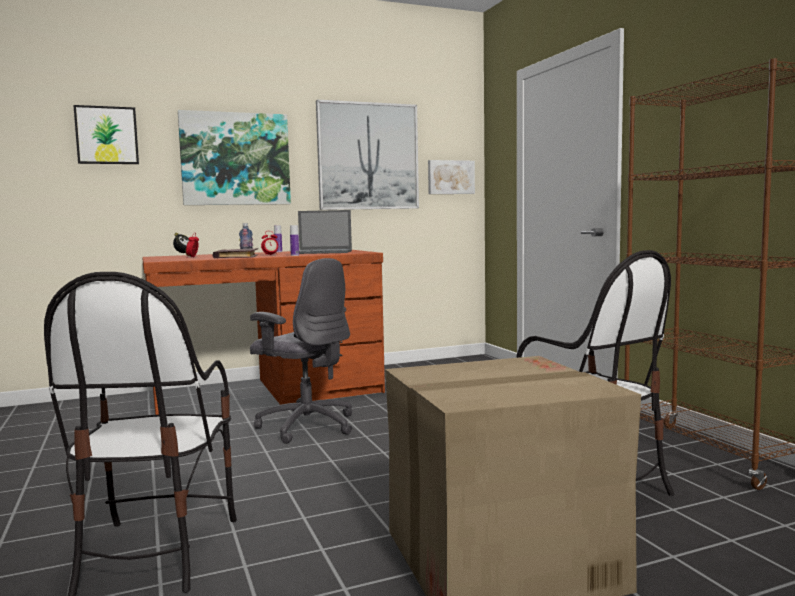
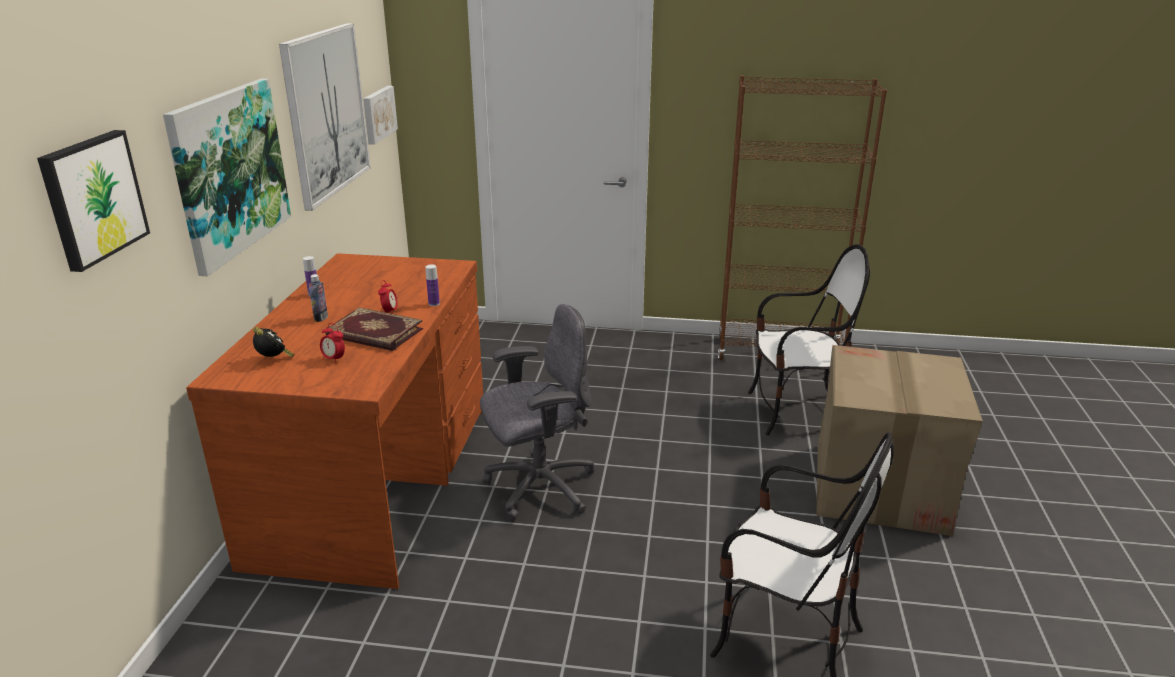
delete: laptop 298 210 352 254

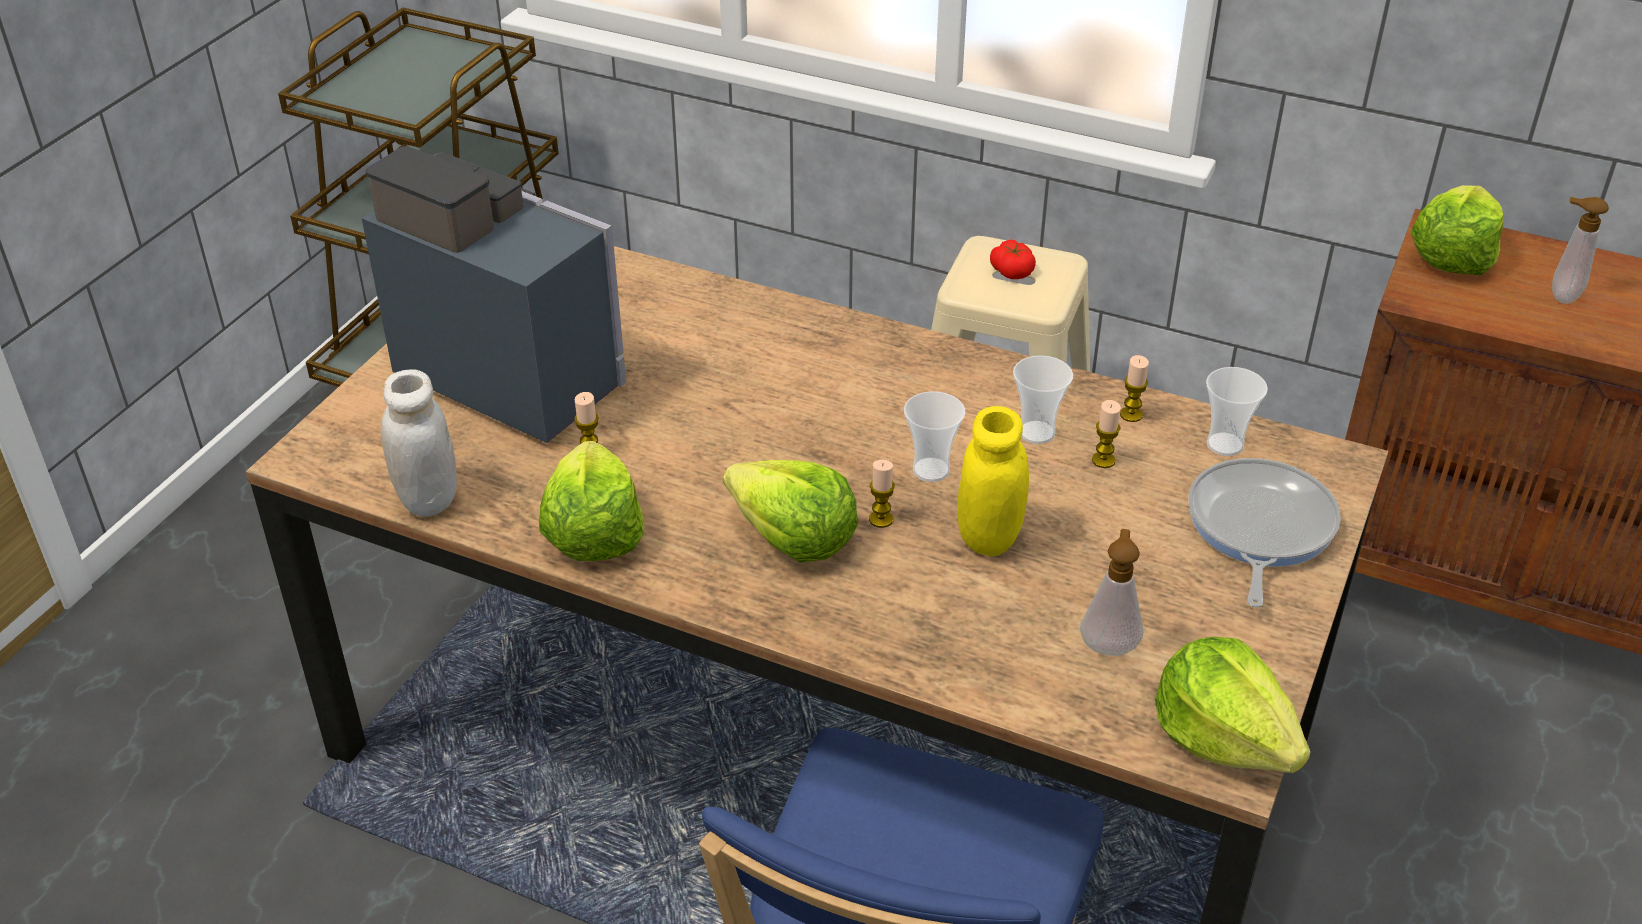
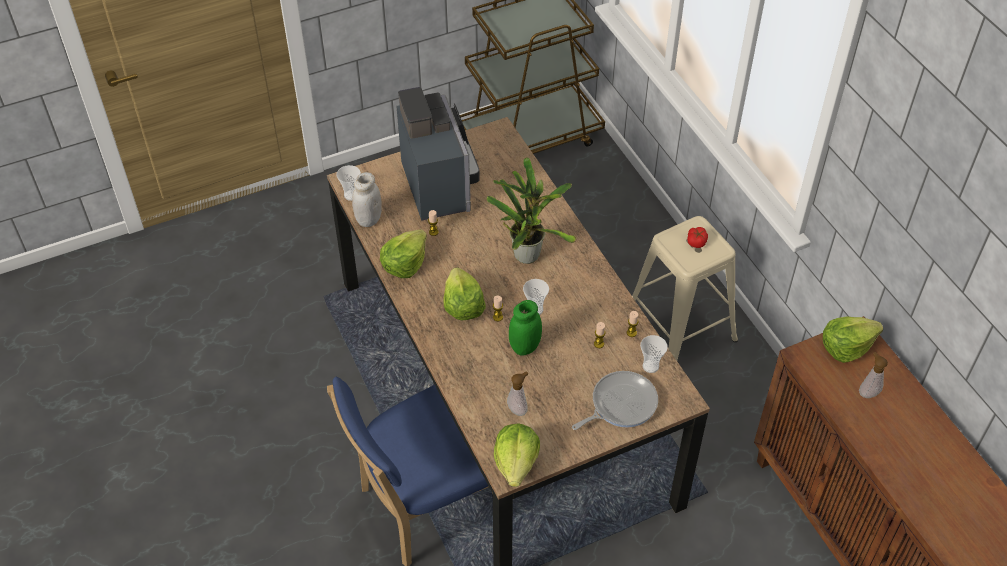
insert: potted plant 487 157 576 264
move: cup 1013 355 1073 444 to 336 165 361 201
recolor: yellow jar 958 406 1029 556 to green jar 509 300 542 355

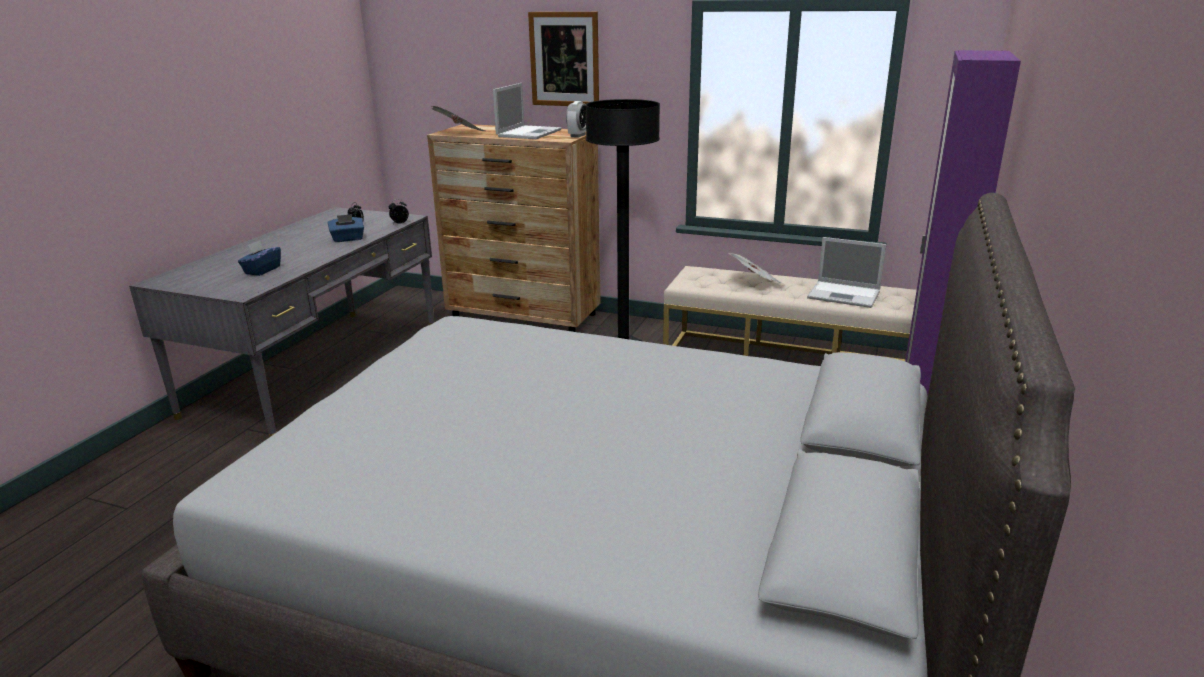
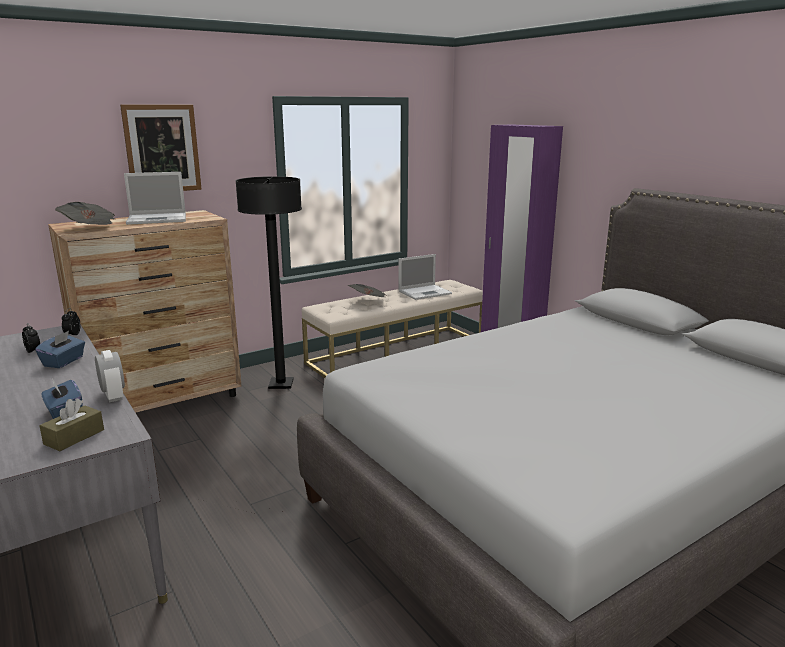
insert: brown tissue box 39 399 104 451
move: alarm clock 566 101 586 138 to 95 350 125 402
rotate: laptop 493 83 561 139 = 124 172 186 225 105 degrees clockwise

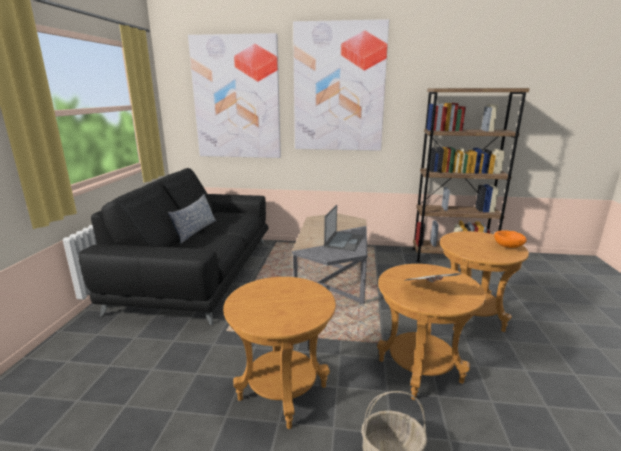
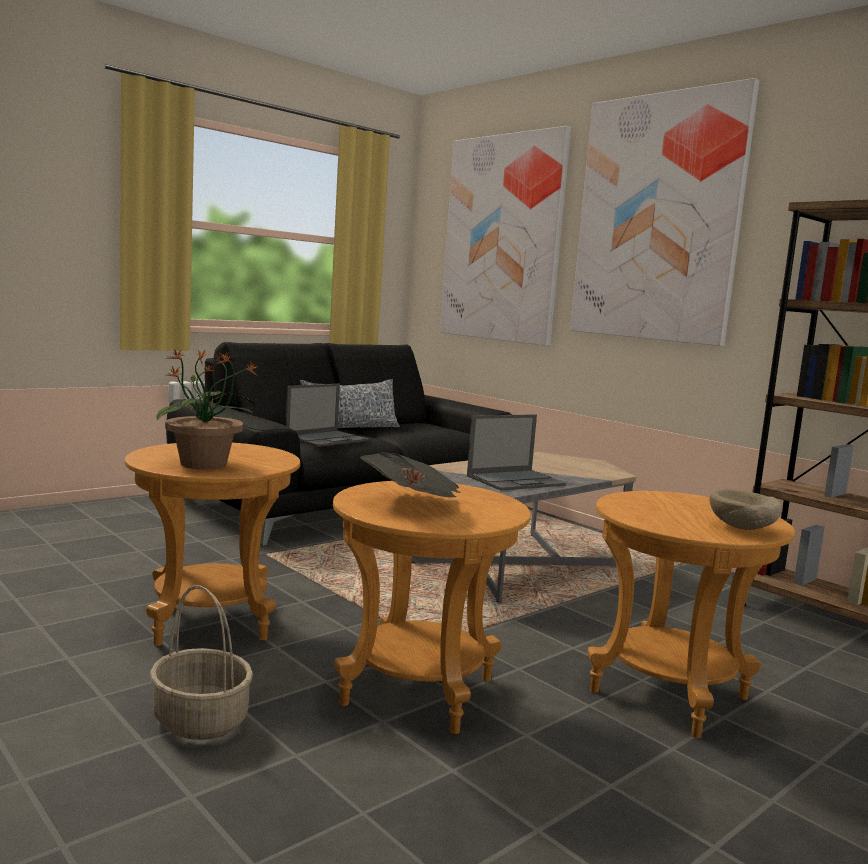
insert: potted plant 156 349 259 470; laptop 286 384 369 447
recolor: orange bowl 494 231 527 248 to beige bowl 710 489 783 530

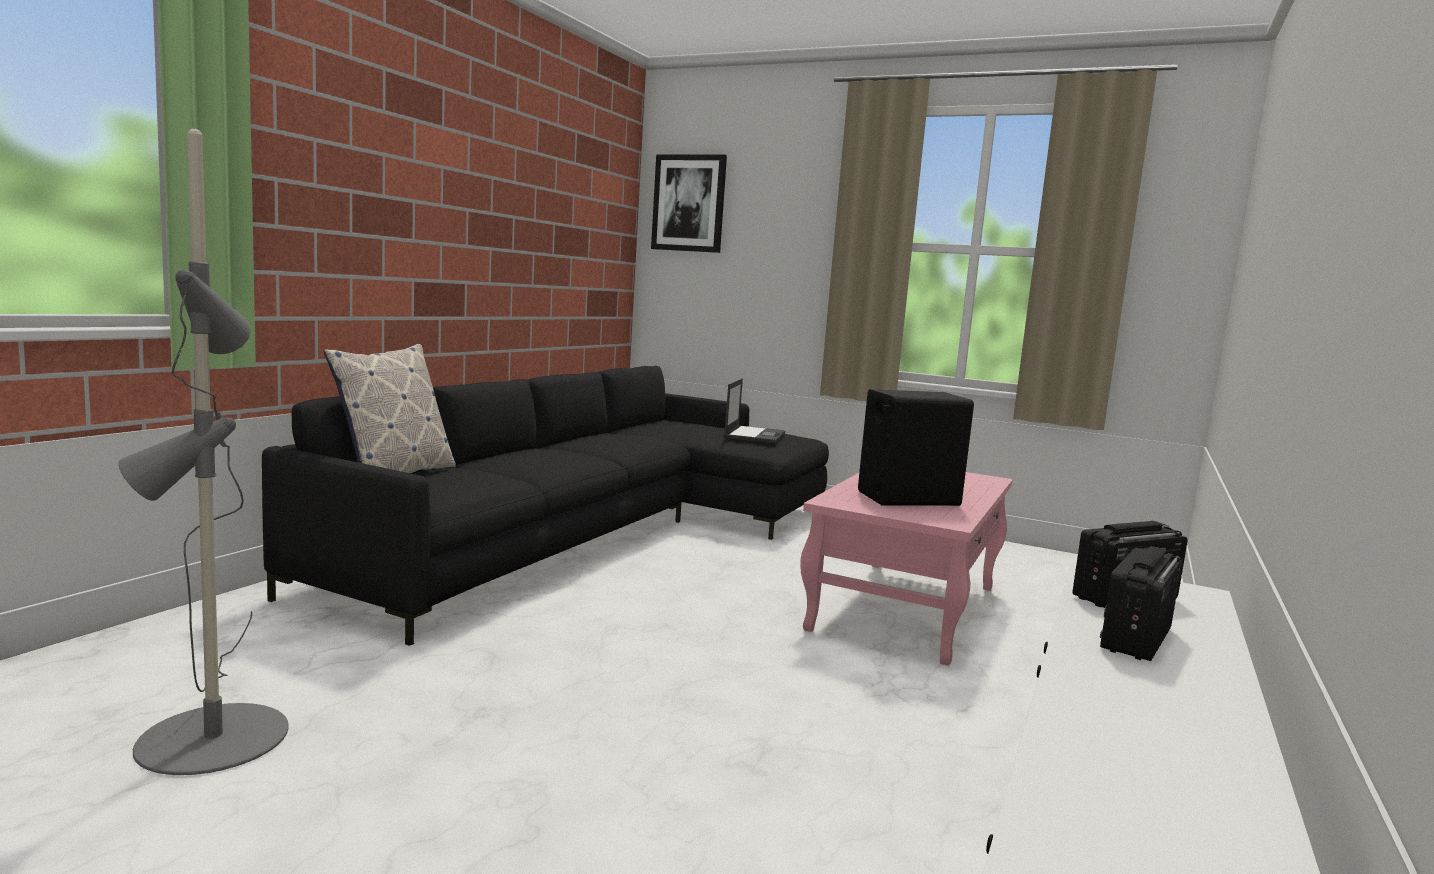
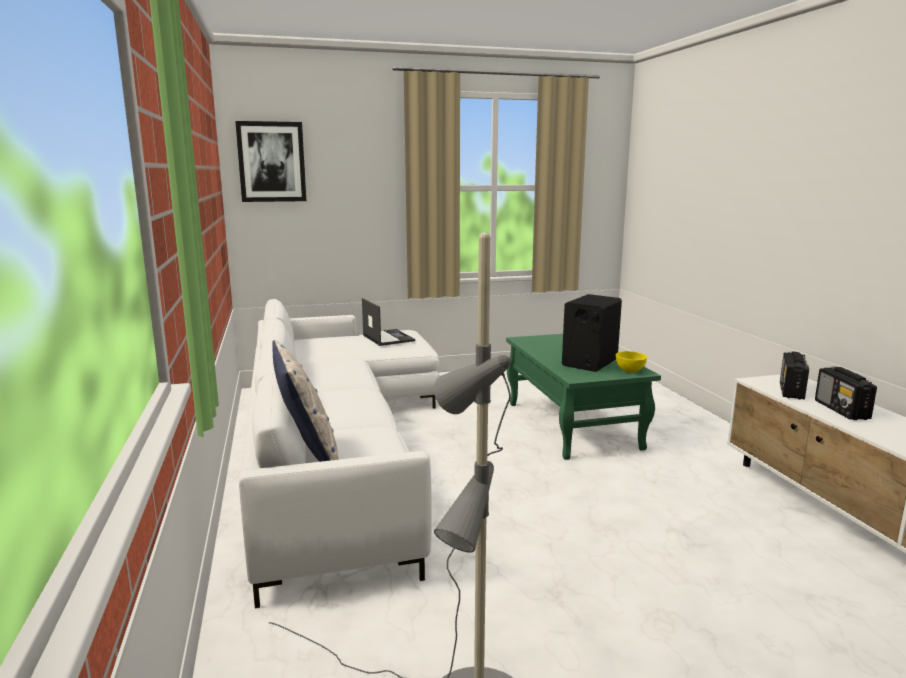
insert: yellow bowl 616 351 647 373
recolor: black sofa 262 366 829 646 to white sofa 238 299 440 608; pink coffee table 800 472 1013 666 to green coffee table 506 334 661 460

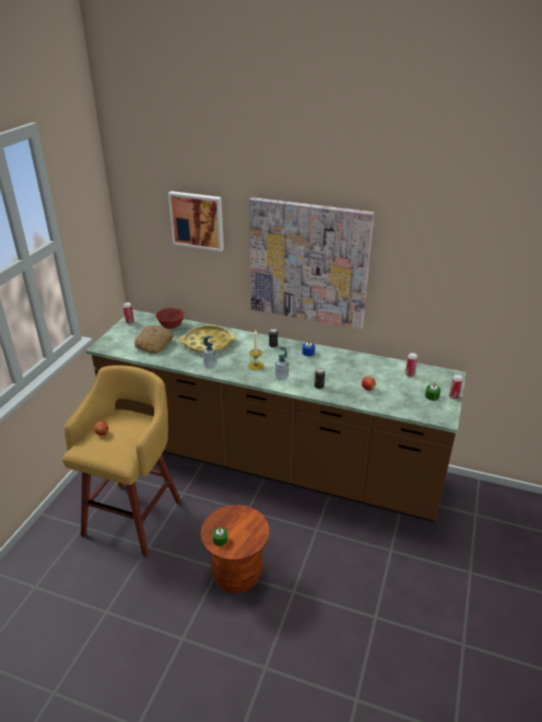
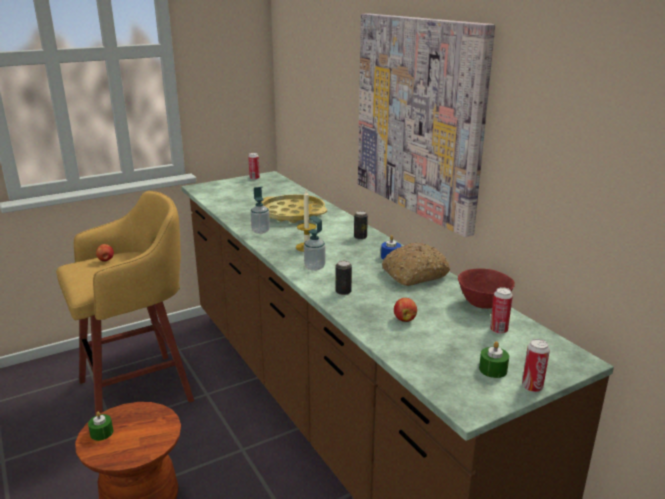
delete: picture 168 191 224 252
move: bread 135 325 174 354 to 382 242 450 286; red bowl 156 308 185 329 to 458 268 515 309

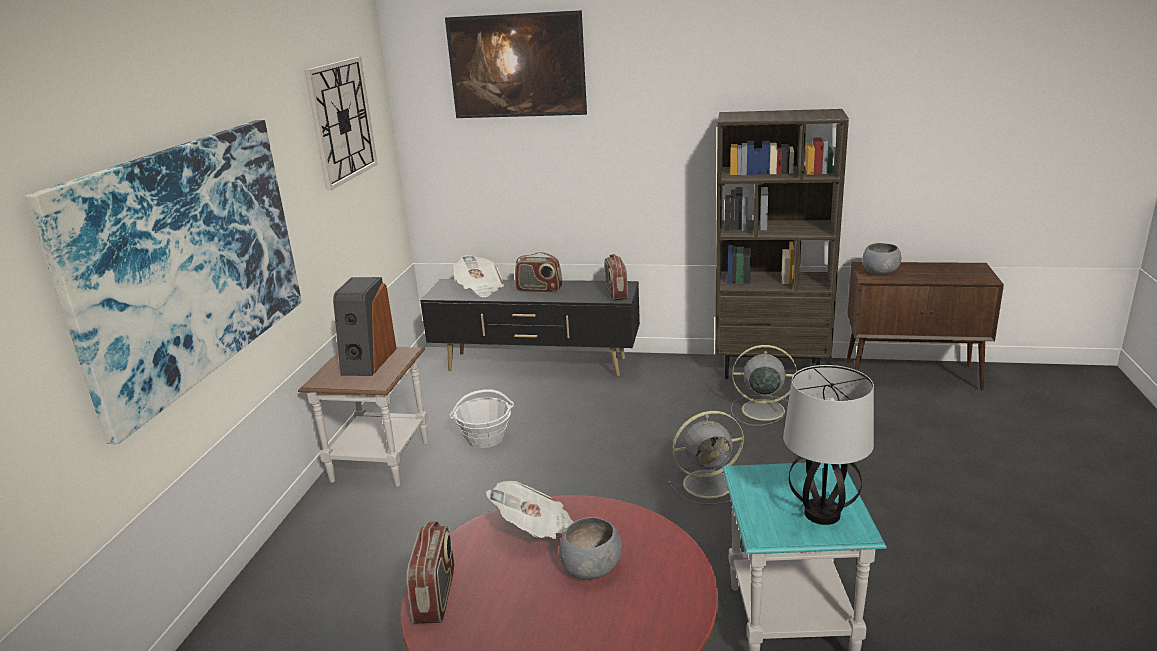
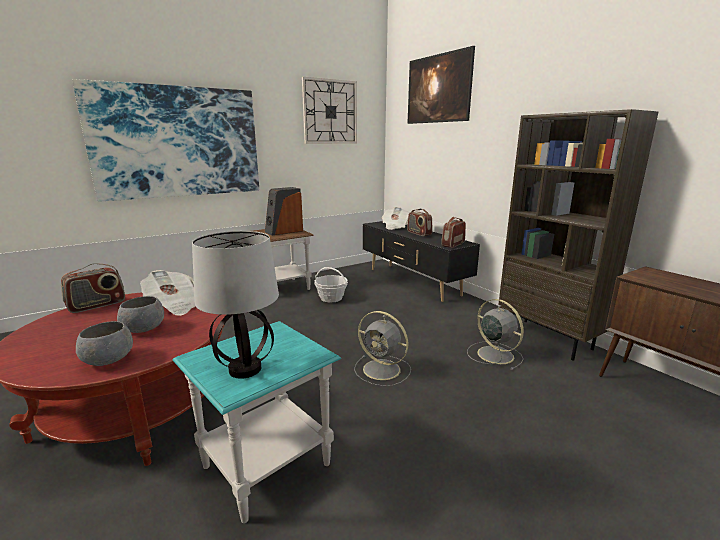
move: grey bowl 862 243 901 275 to 76 321 133 366

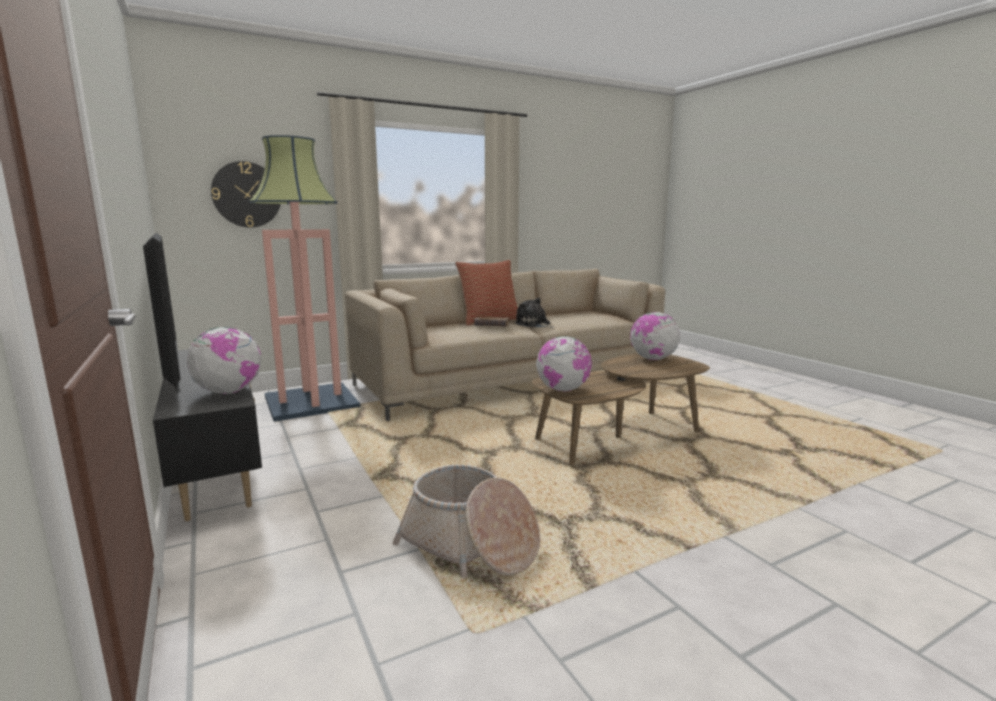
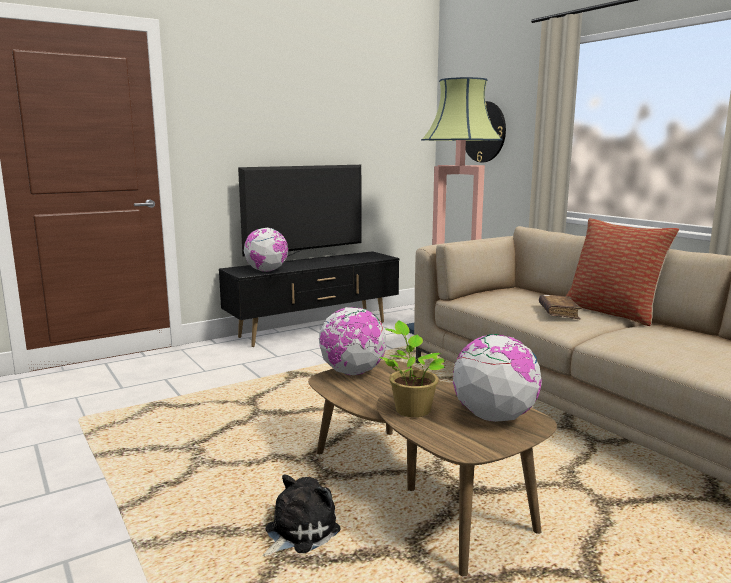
delete: basket 393 465 540 578
insert: potted plant 379 320 445 417
move: plush toy 515 298 554 328 to 263 474 341 557

